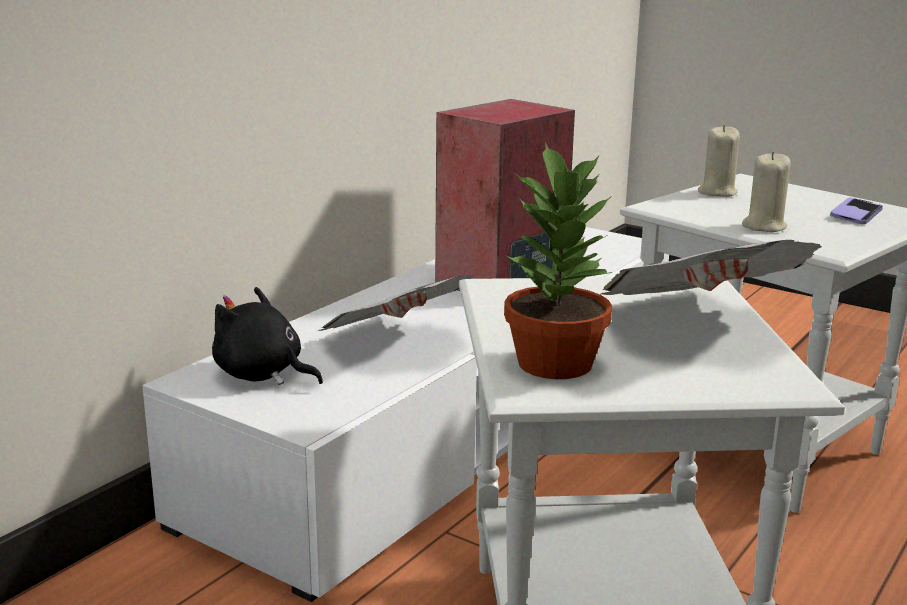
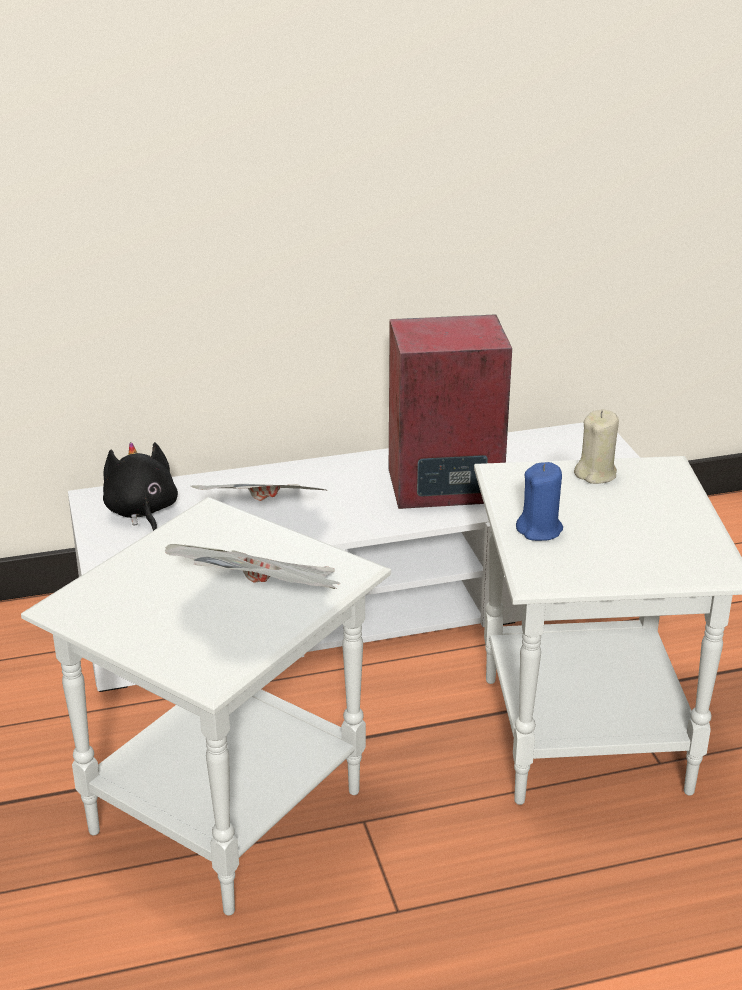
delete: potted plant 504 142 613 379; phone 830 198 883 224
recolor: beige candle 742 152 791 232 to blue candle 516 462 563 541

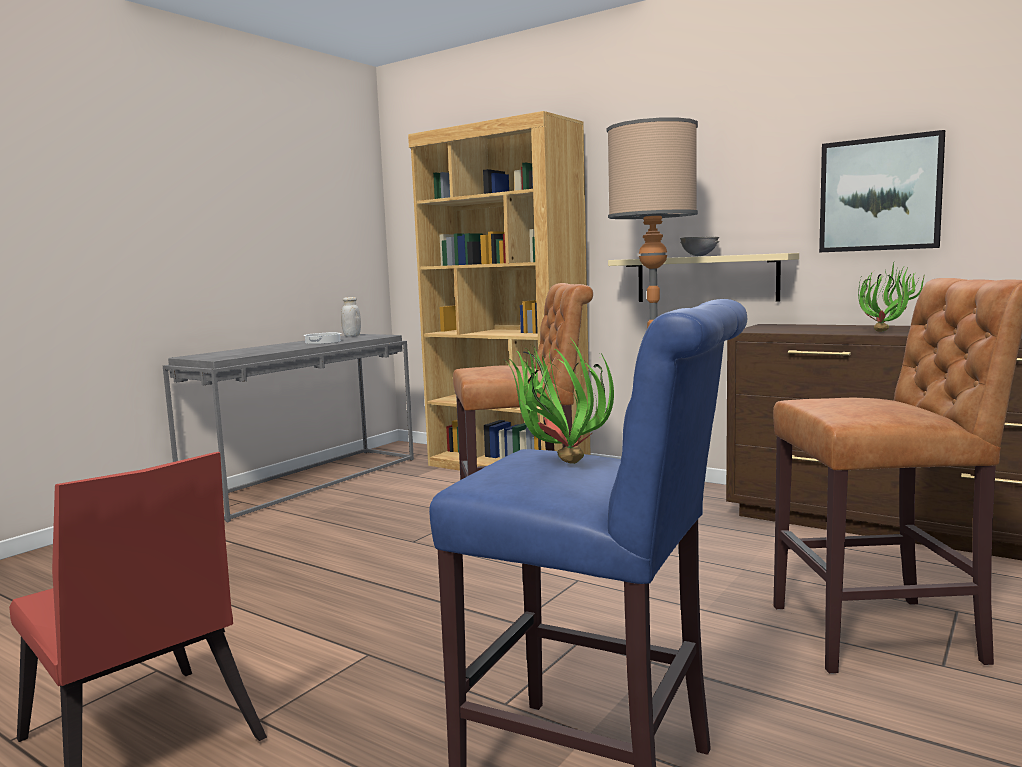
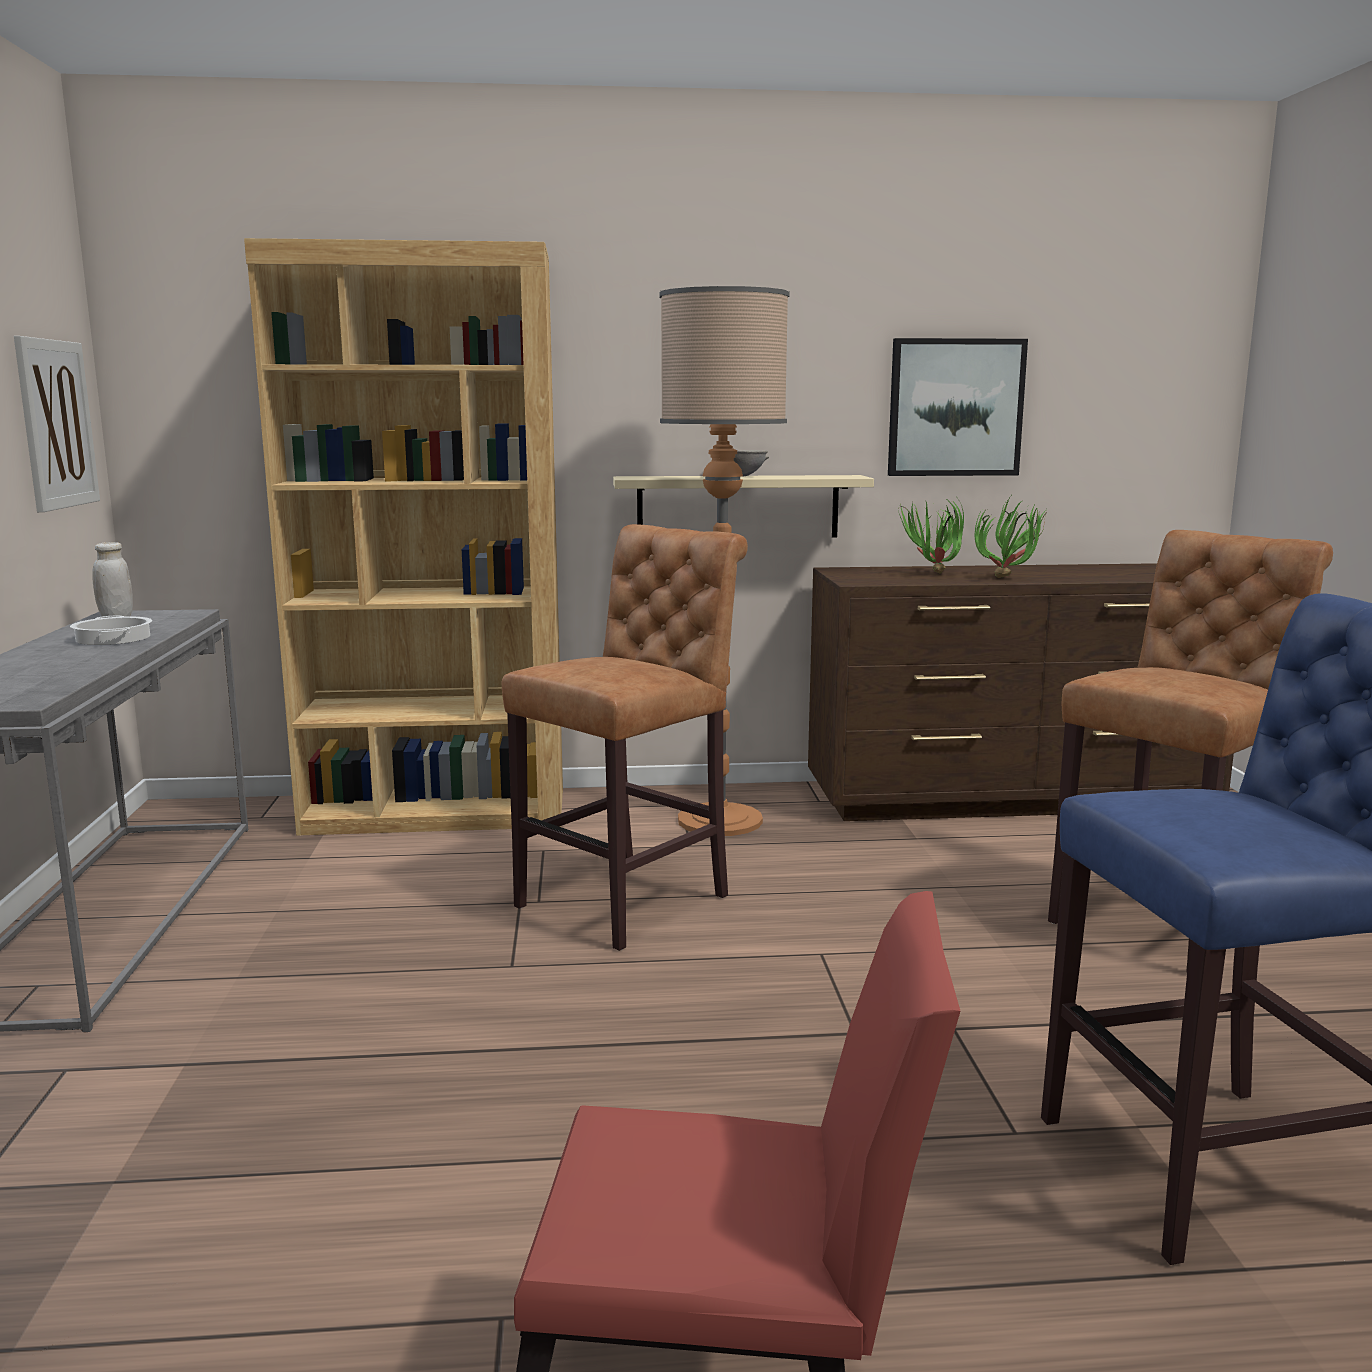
insert: picture 14 336 100 512
move: potted plant 505 340 614 464 to 898 499 964 574

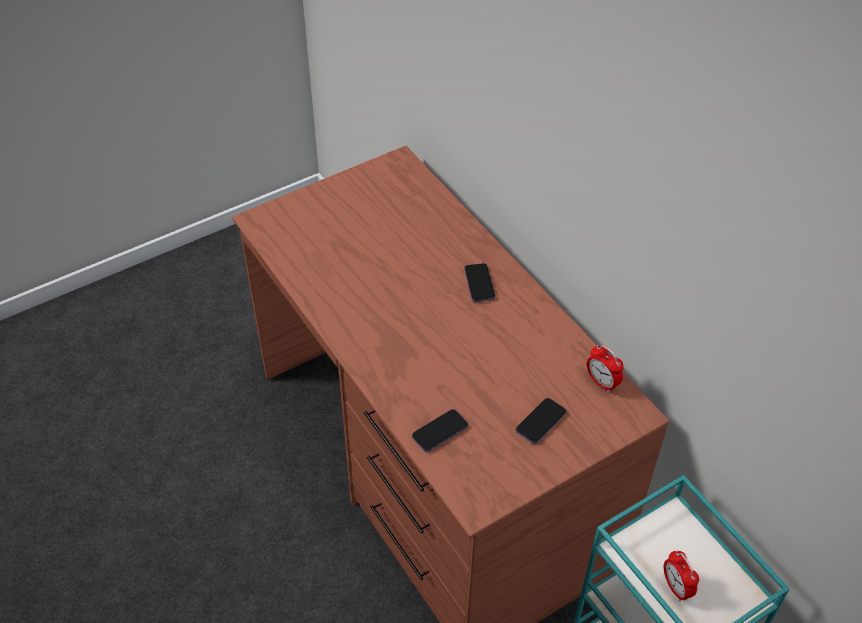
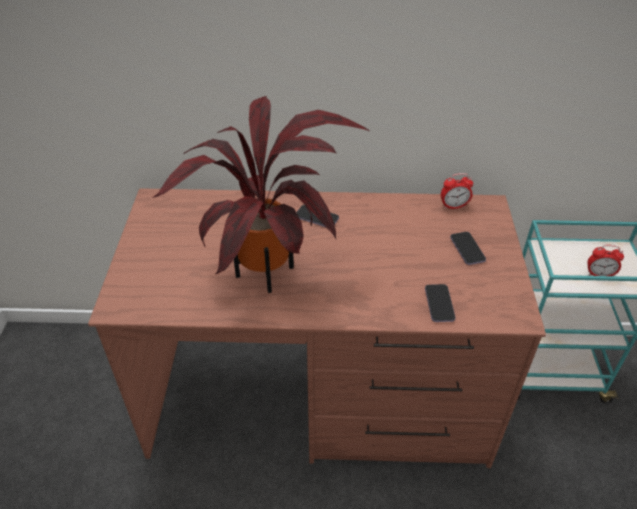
insert: potted plant 153 96 371 293

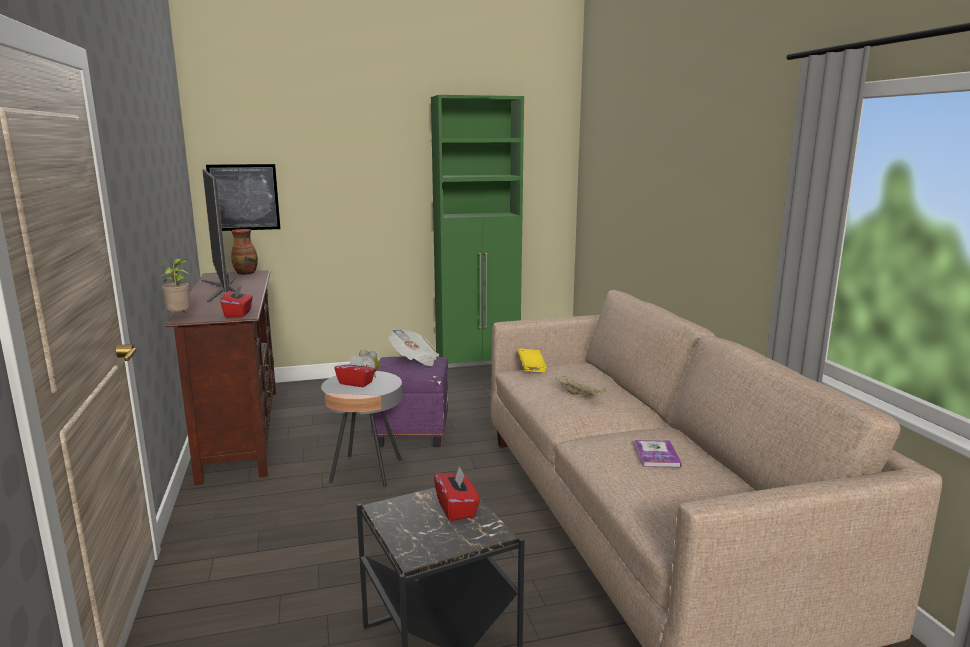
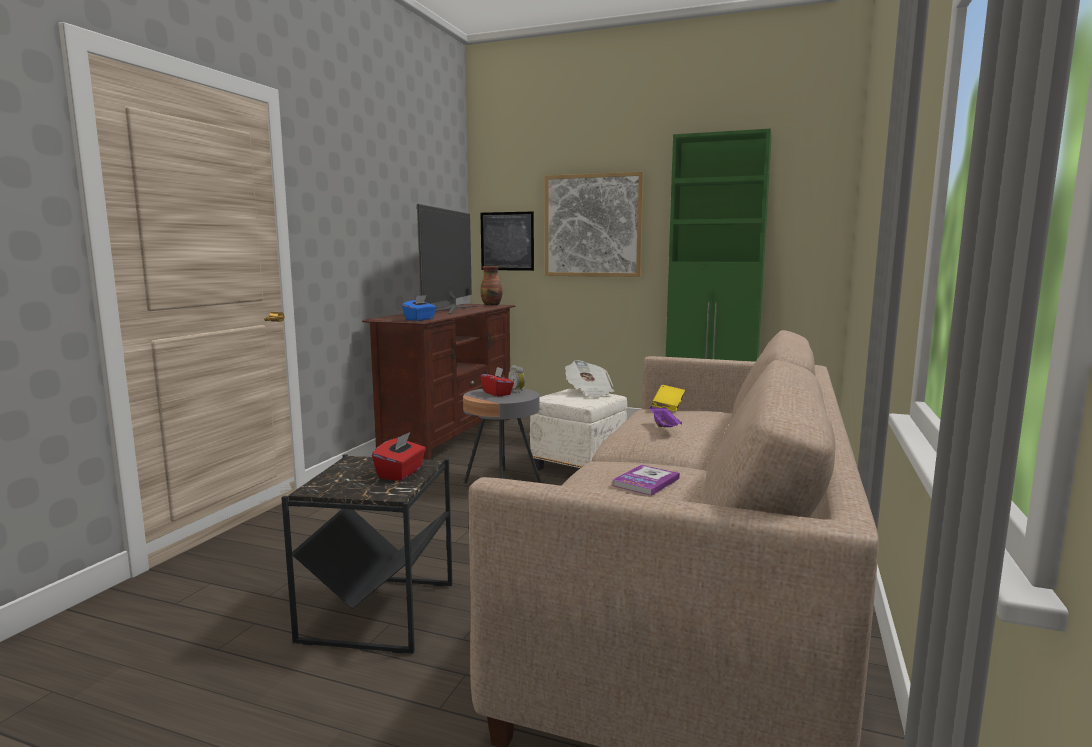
delete: potted plant 160 259 191 313
insert: picture 545 172 644 277
recolor: red tissue box 220 286 253 317 to blue tissue box 402 295 437 321; purple ottoman 371 357 448 447 to white ottoman 530 389 627 470; beige tray 555 375 606 396 to purple tray 650 406 682 427

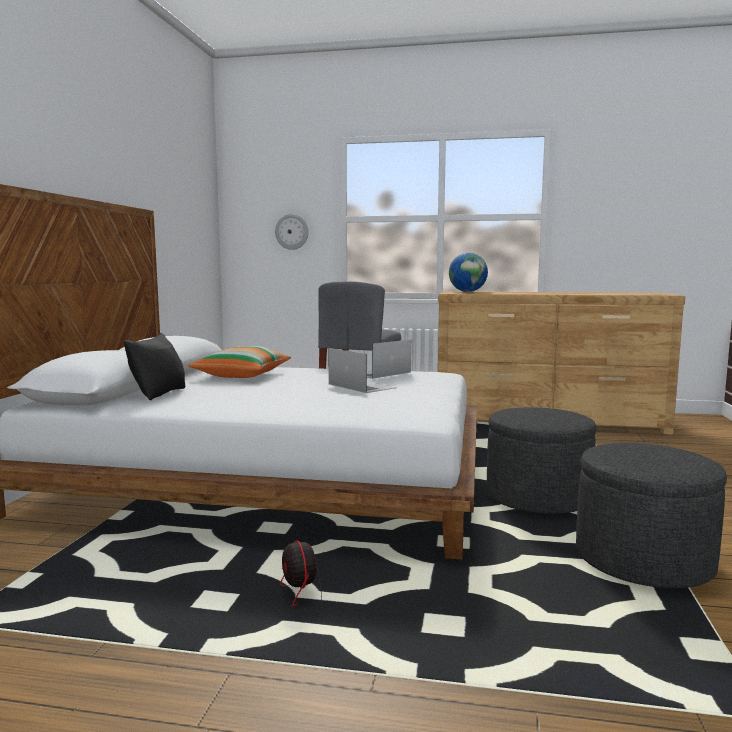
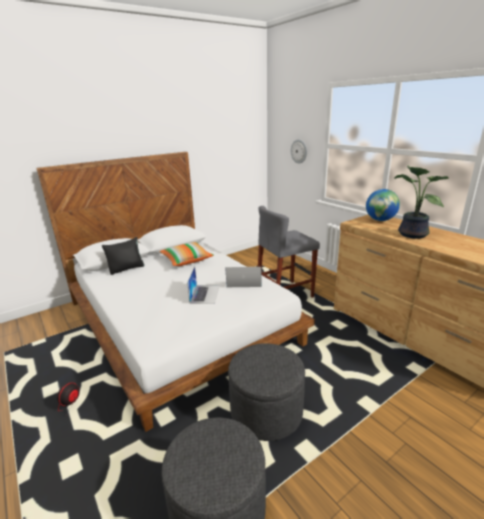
insert: potted plant 394 165 450 239

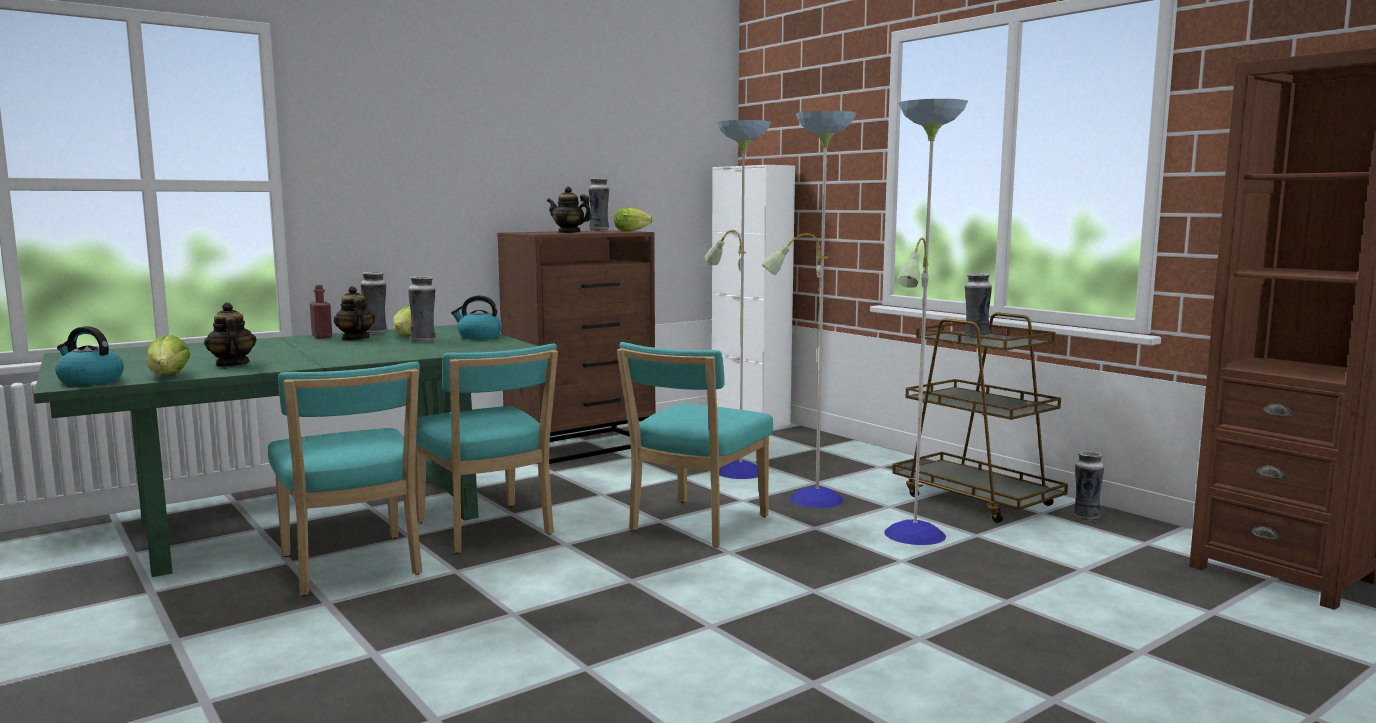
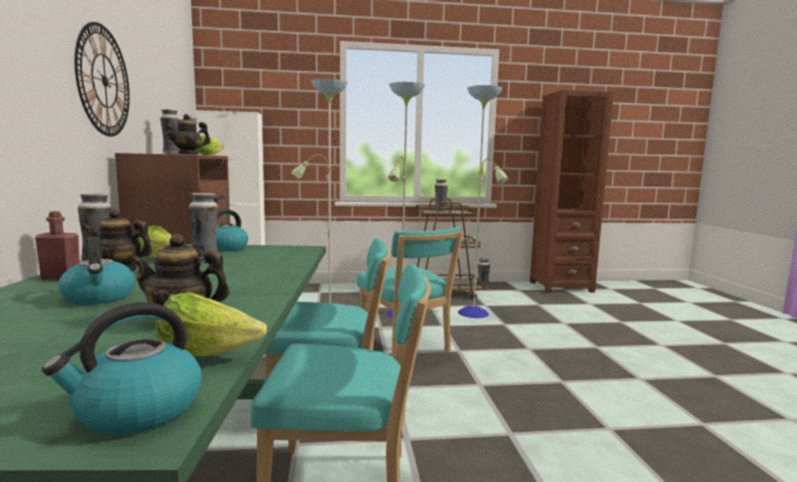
insert: kettle 58 236 135 305; wall clock 75 22 130 136

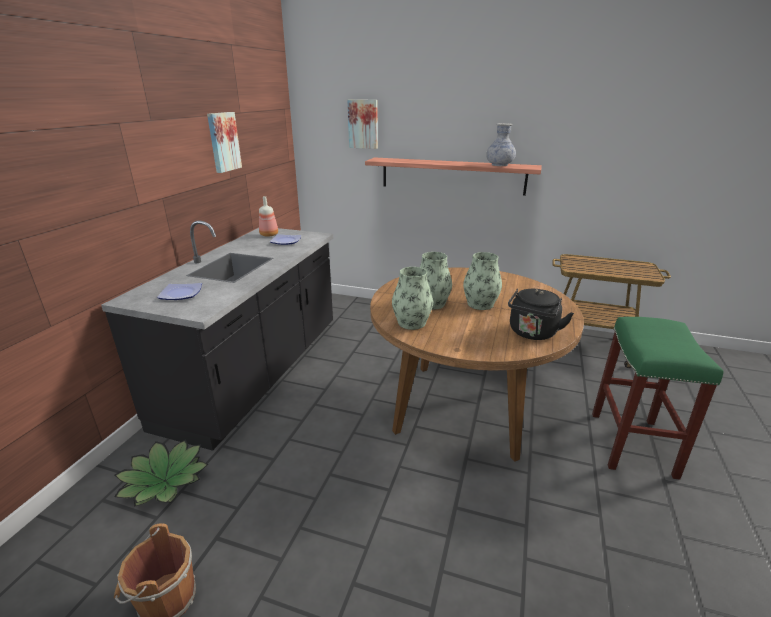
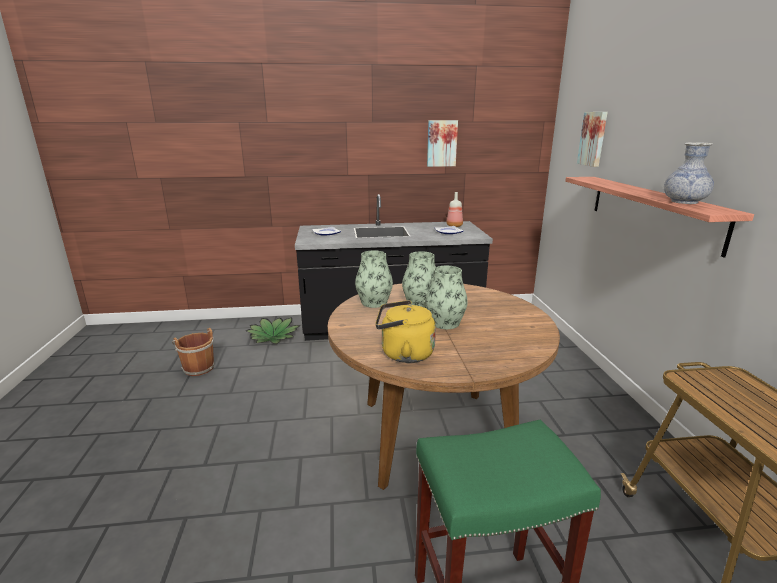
recolor: black kettle 508 289 574 340 to yellow kettle 375 300 436 363

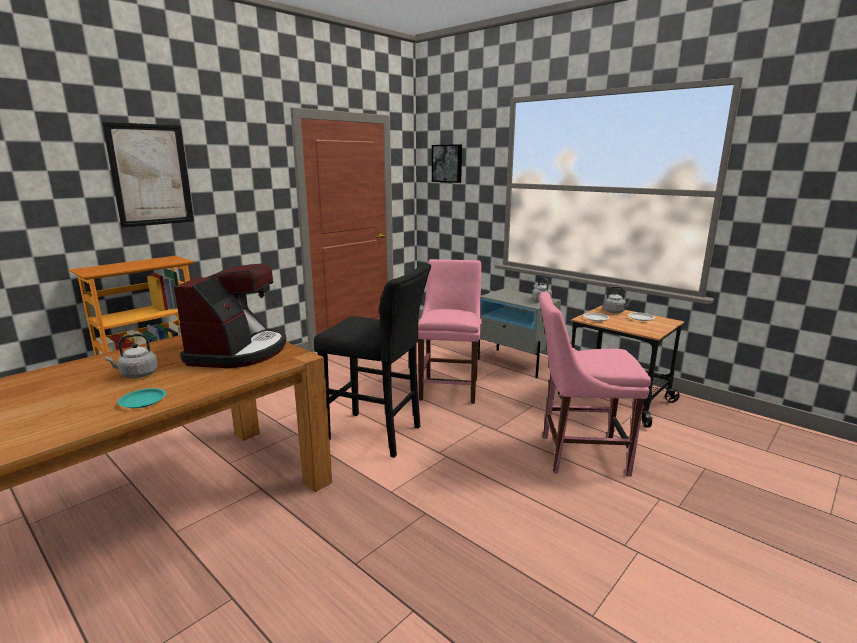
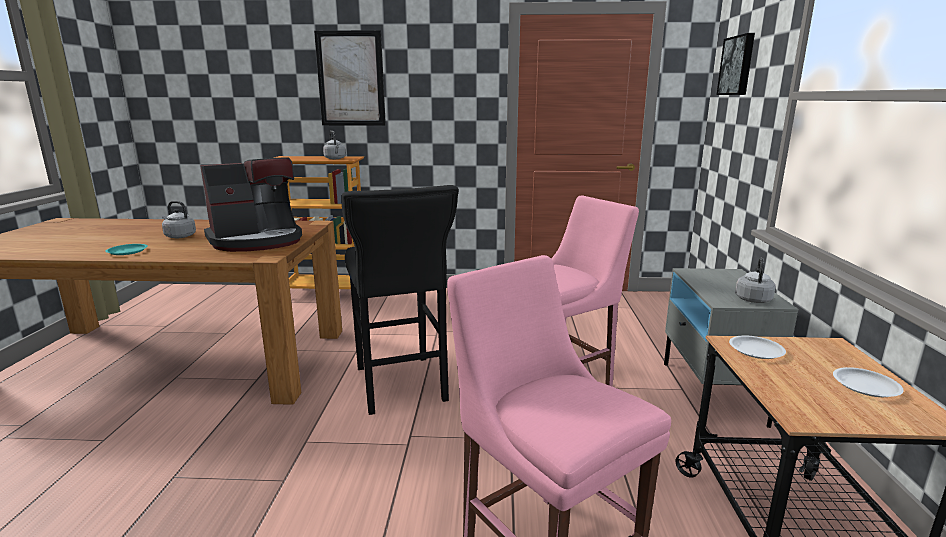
move: grey kettle 603 286 633 313 to 323 131 346 159

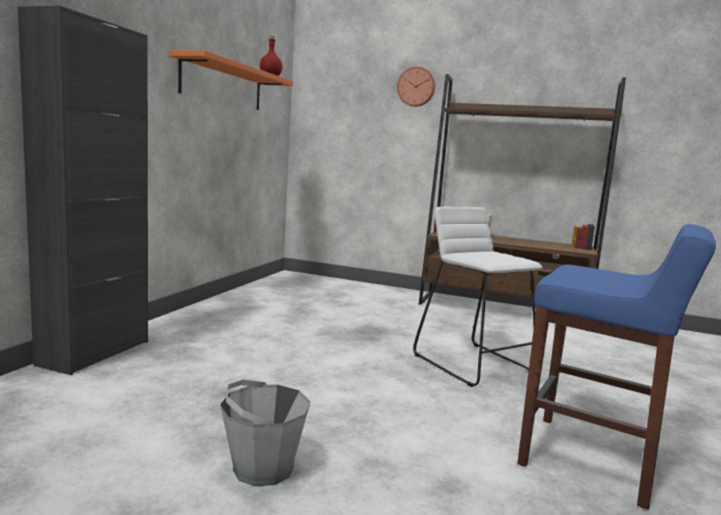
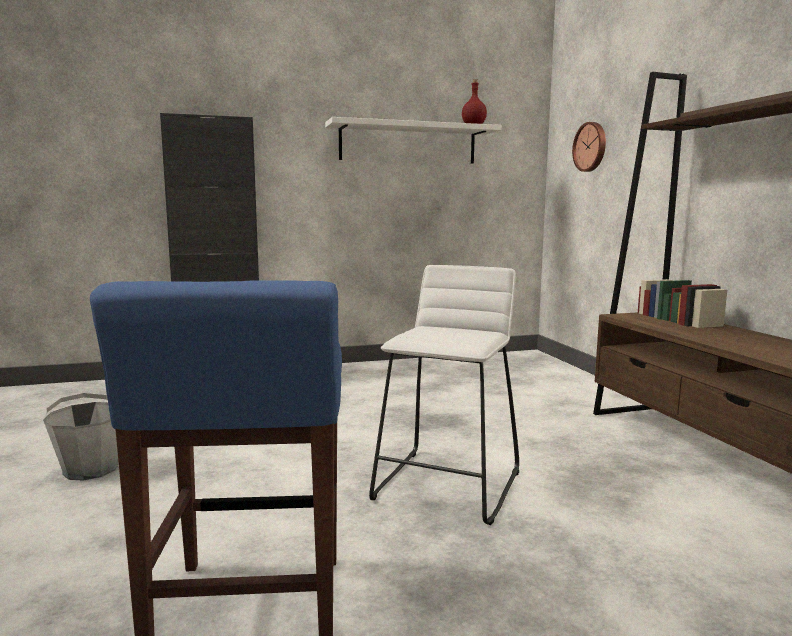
move: wall clock 397 66 435 107 to 572 122 606 172
recolor: orange shelf 169 50 293 110 to white shelf 325 117 502 164

